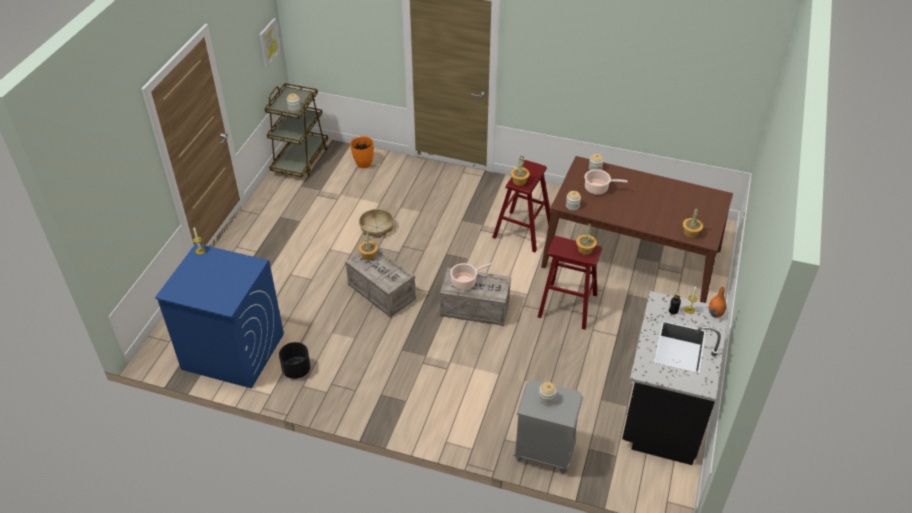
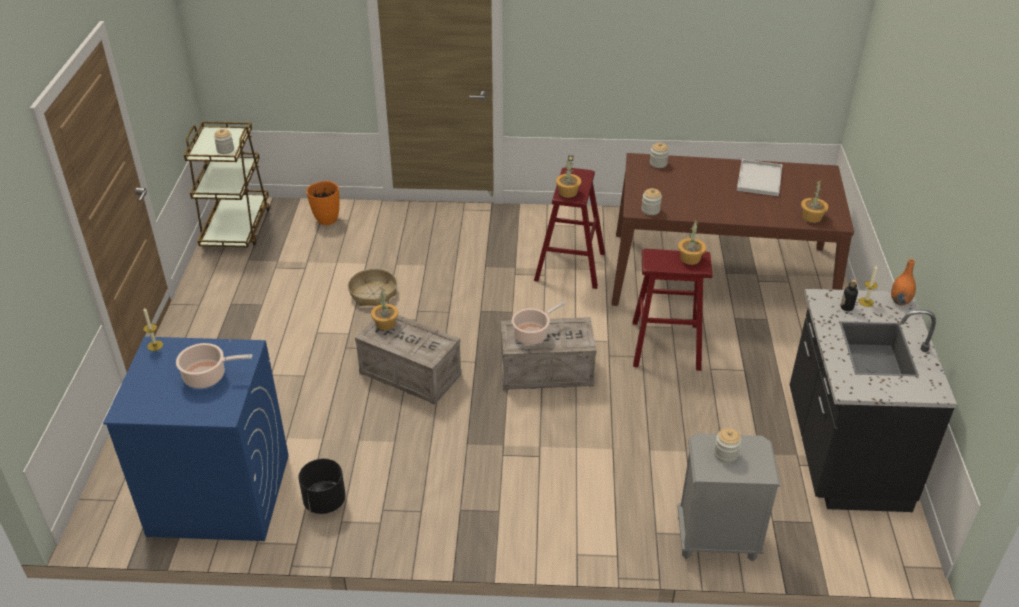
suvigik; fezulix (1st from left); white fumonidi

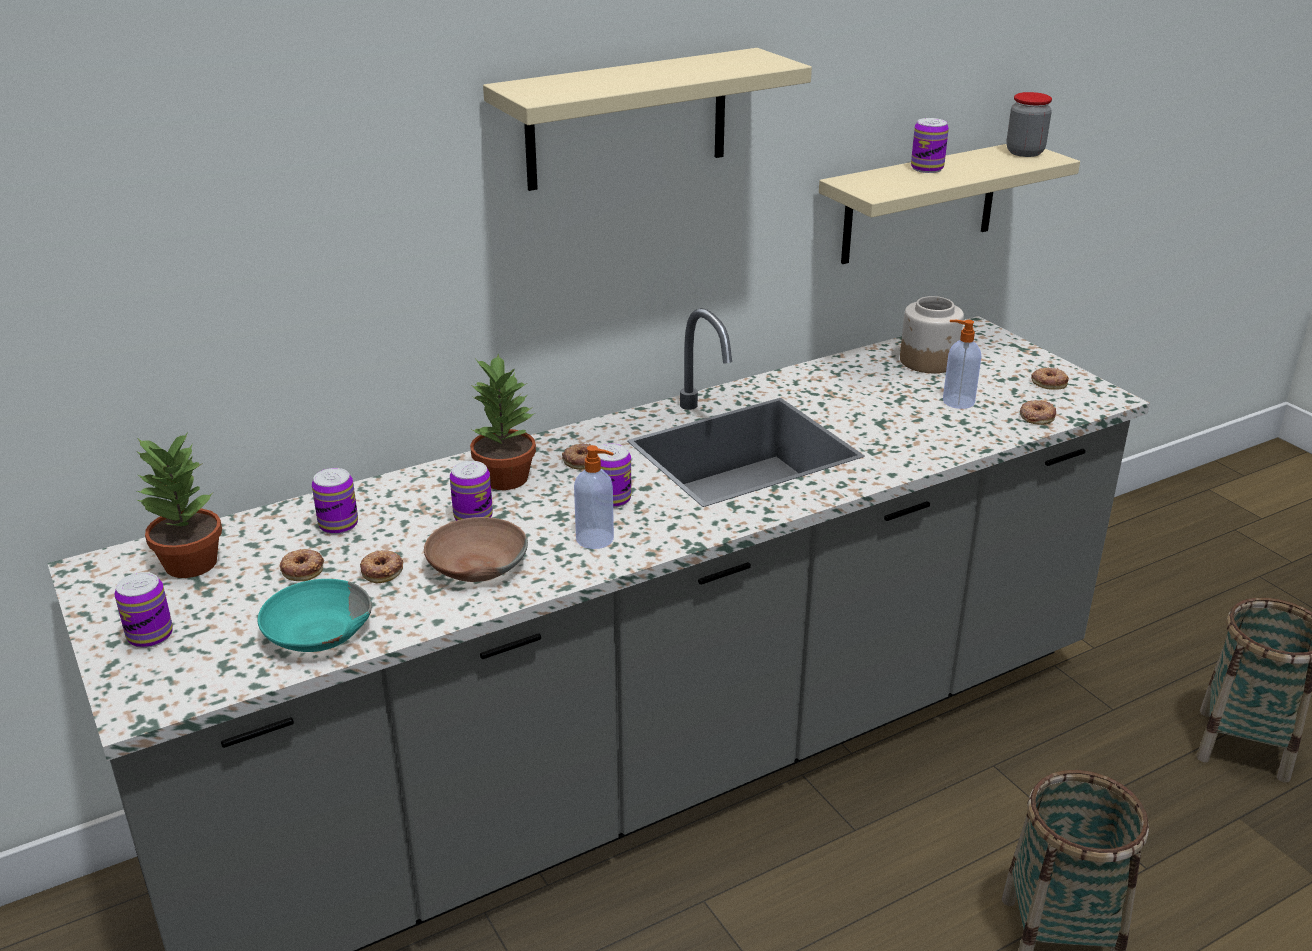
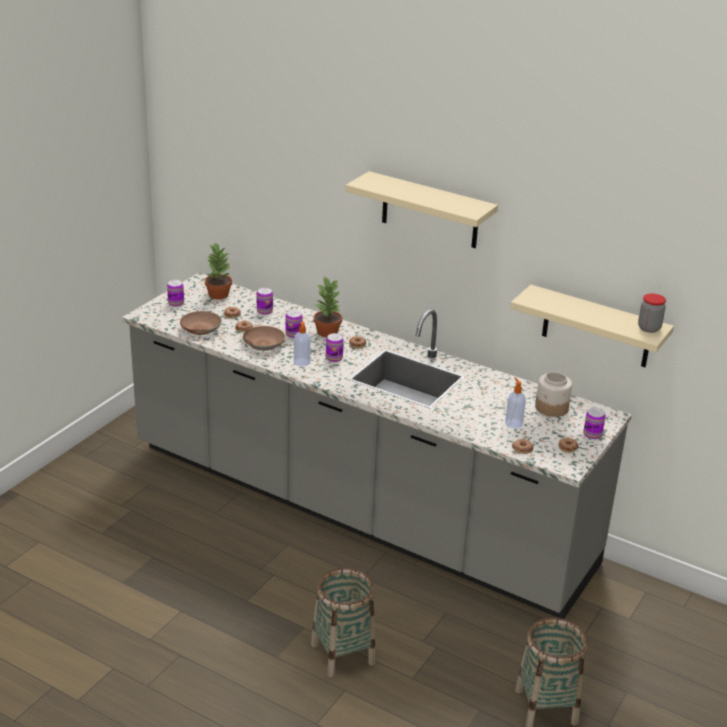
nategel (5th from left); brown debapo (1st from left)

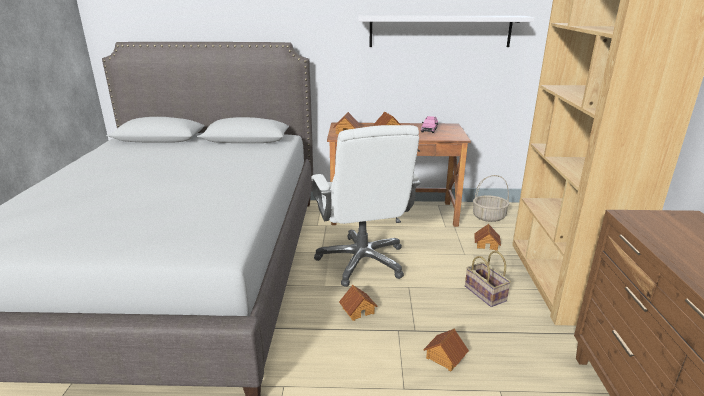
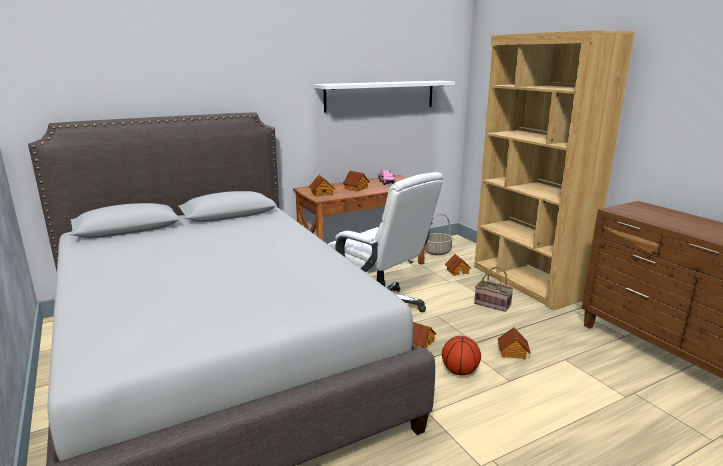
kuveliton

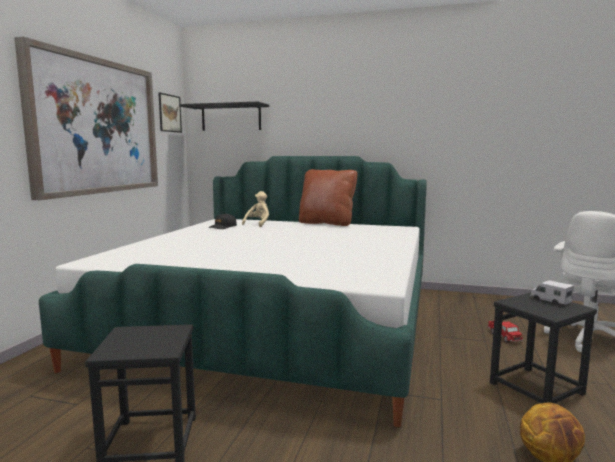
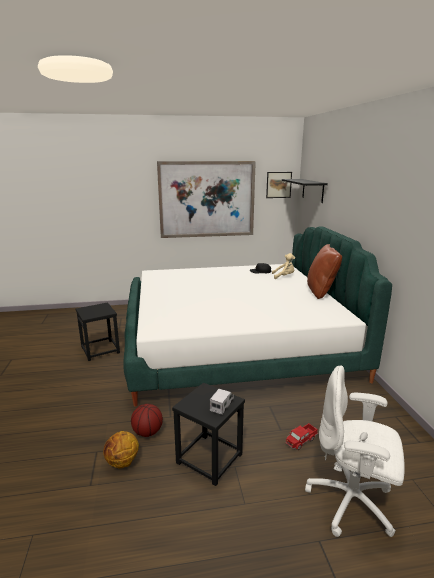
kuveliton (2nd from left)

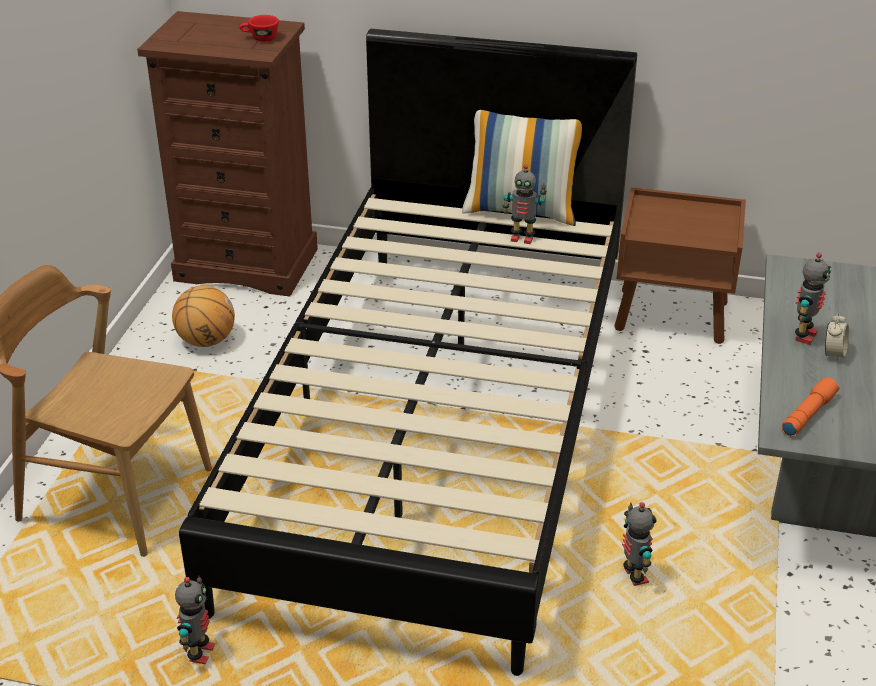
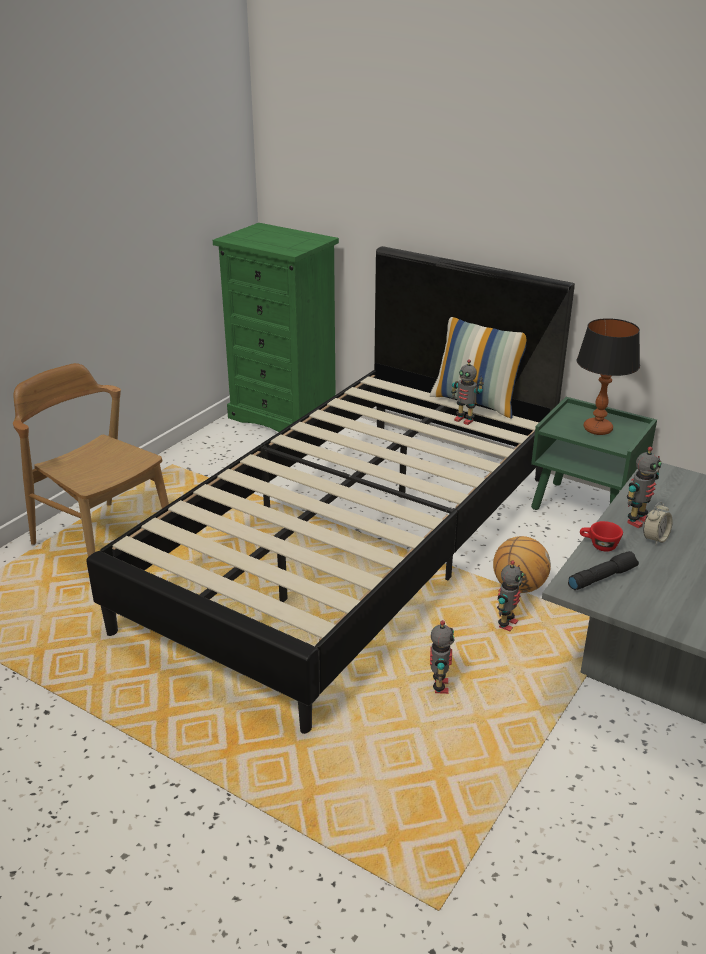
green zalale; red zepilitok; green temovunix; kuveliton; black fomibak; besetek (3rd from left); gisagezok

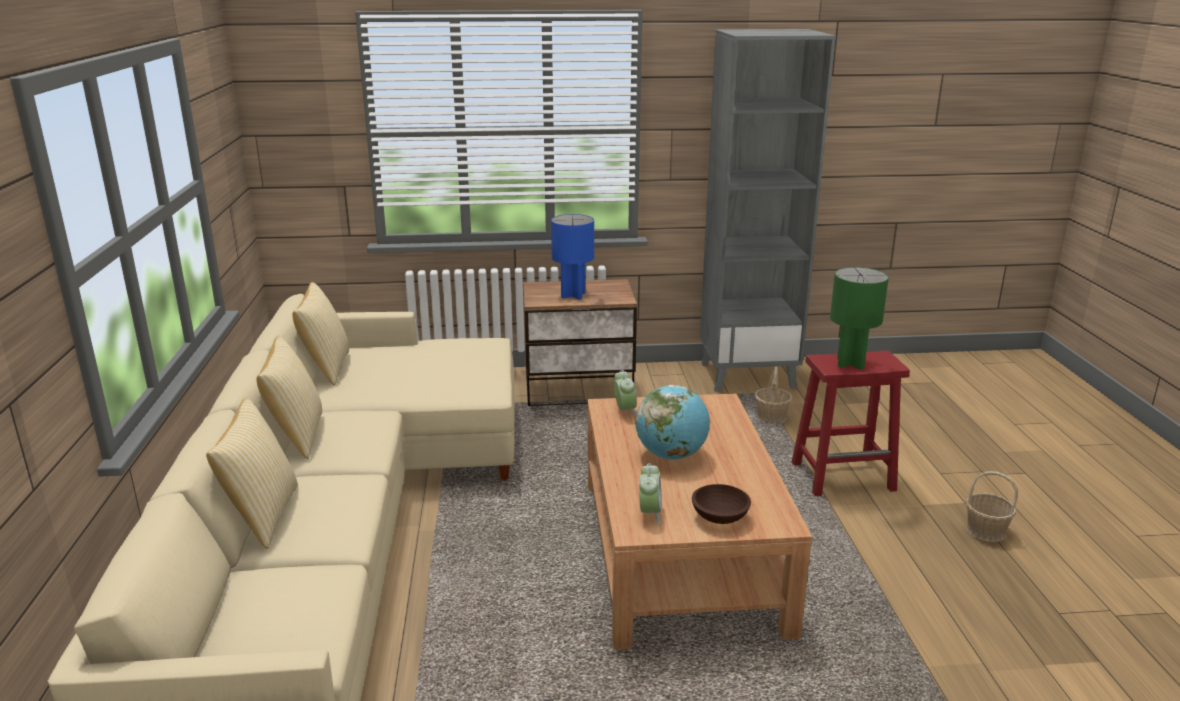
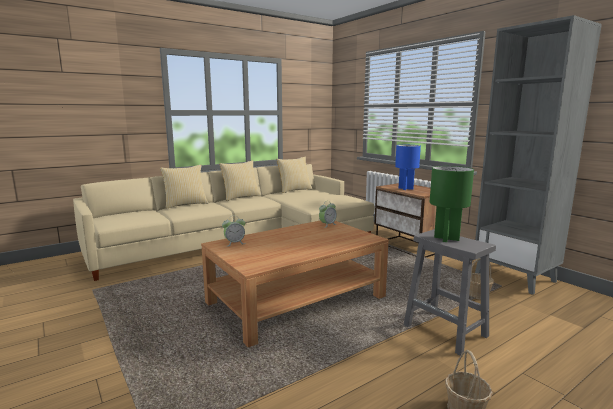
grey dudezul; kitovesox; brown debapo

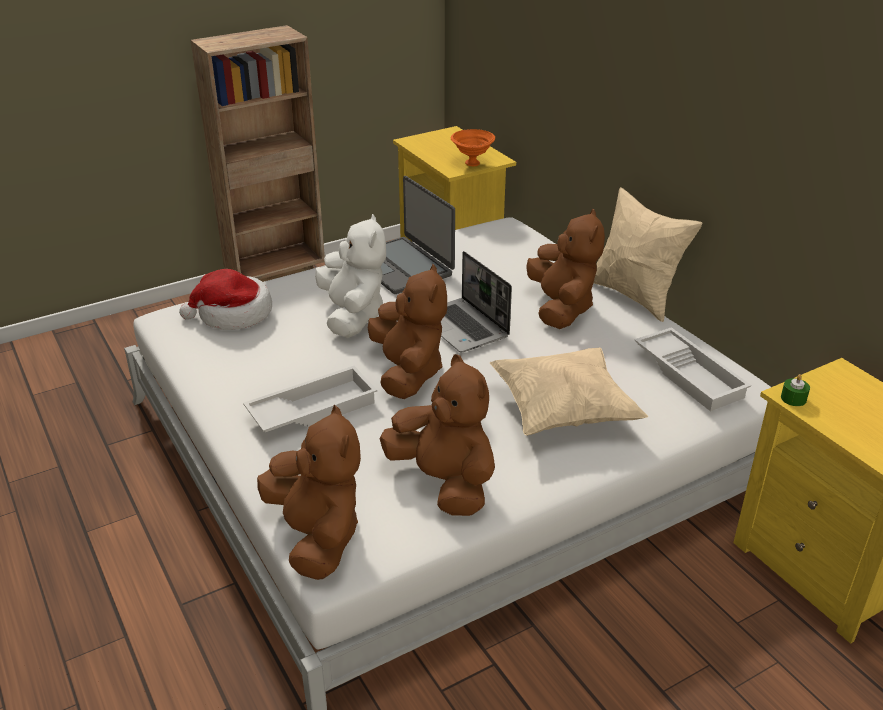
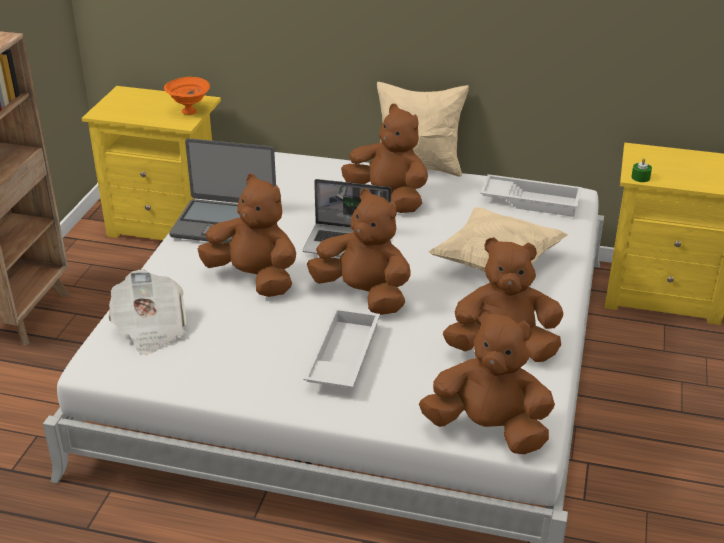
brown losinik (1st from left); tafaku

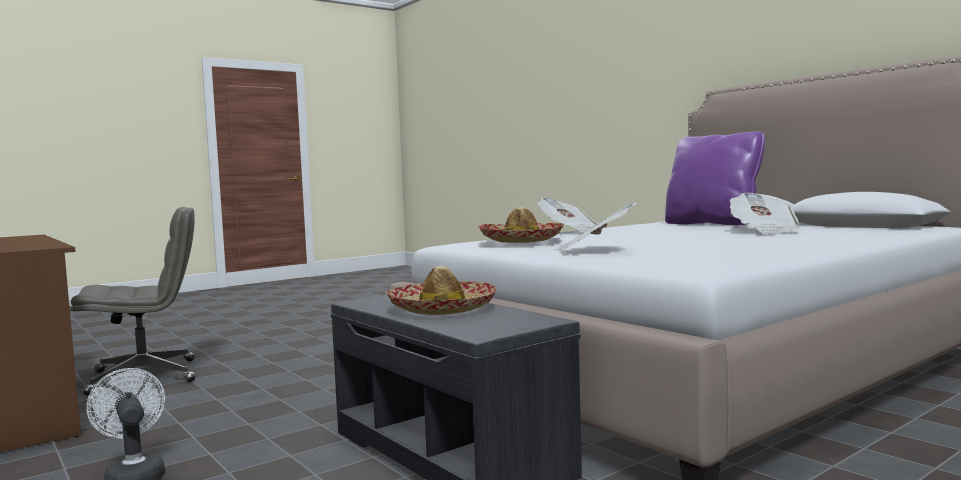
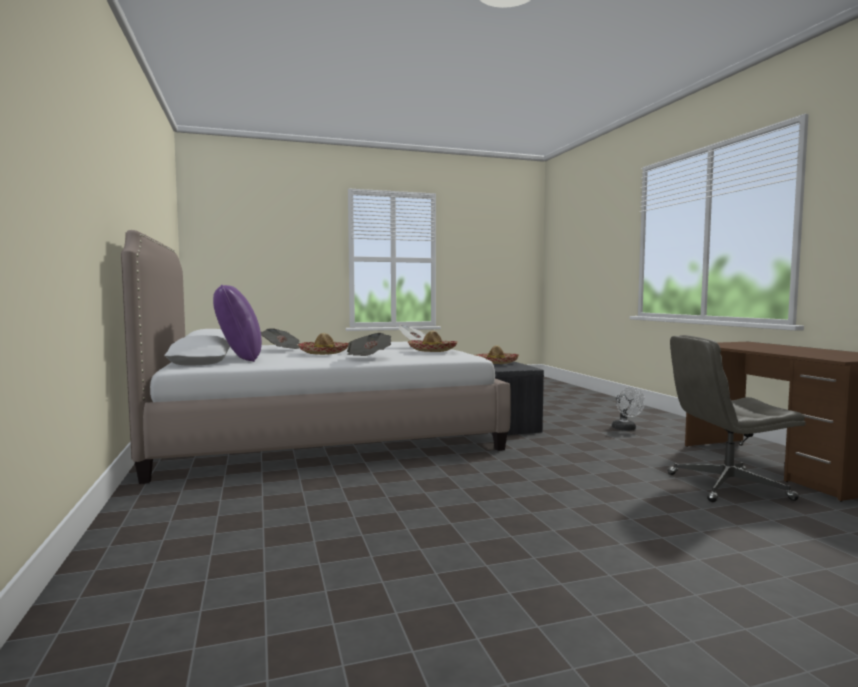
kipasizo (1st from left)

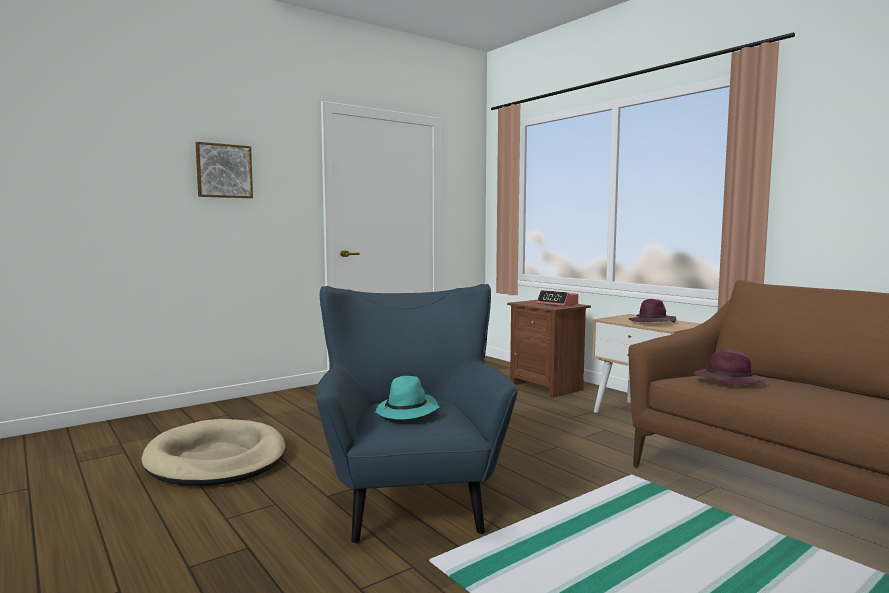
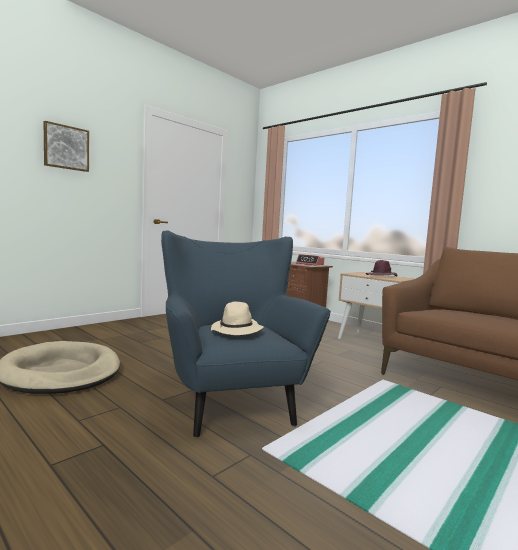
purple kipasizo (2nd from left in the first image); beige kipasizo

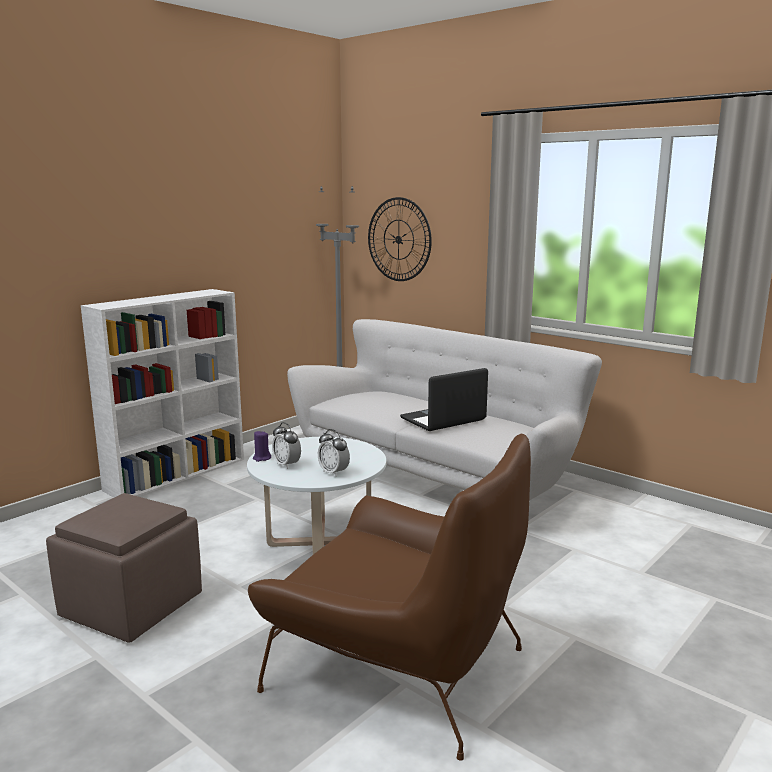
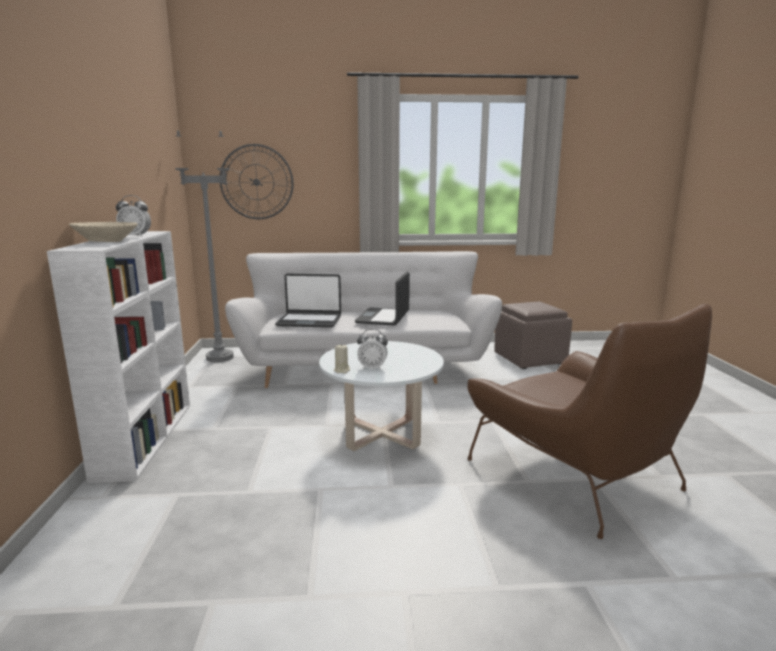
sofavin (1st from left); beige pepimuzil; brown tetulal; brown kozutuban; beige debapo; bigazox (1st from left)

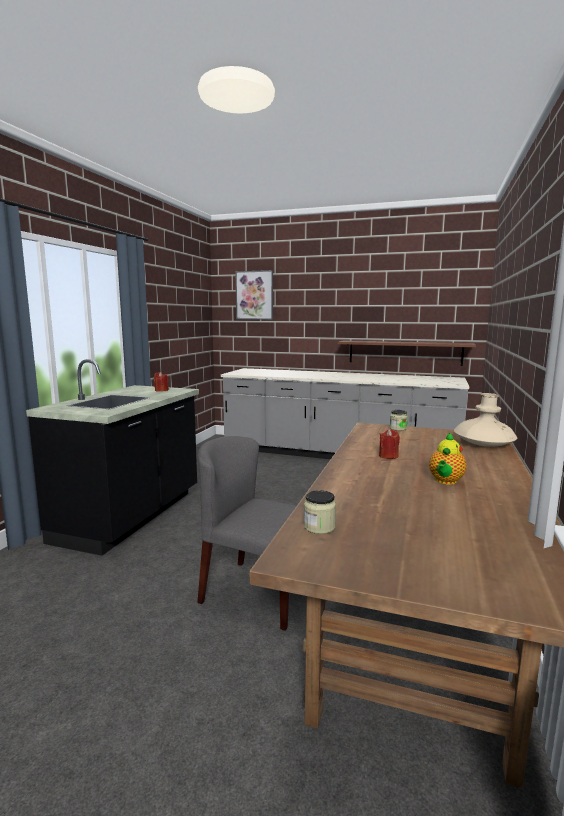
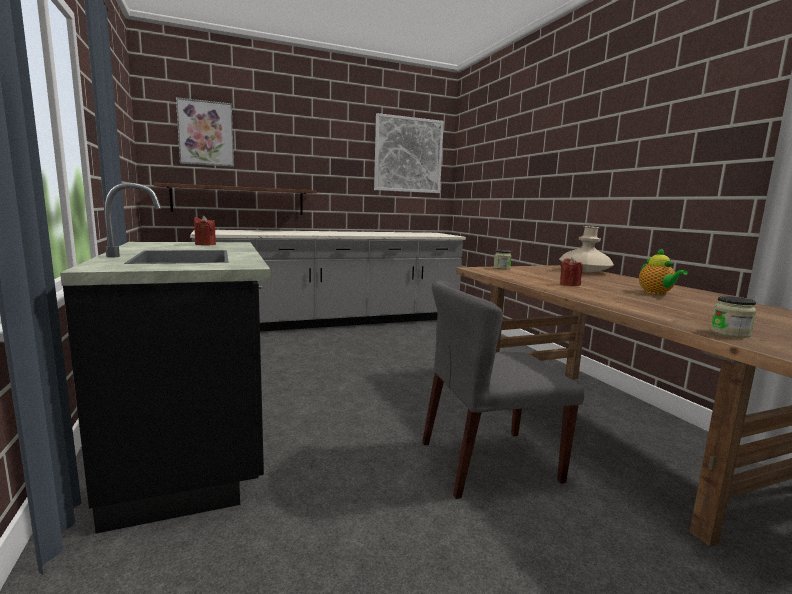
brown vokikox; suvigik (2nd from left)

